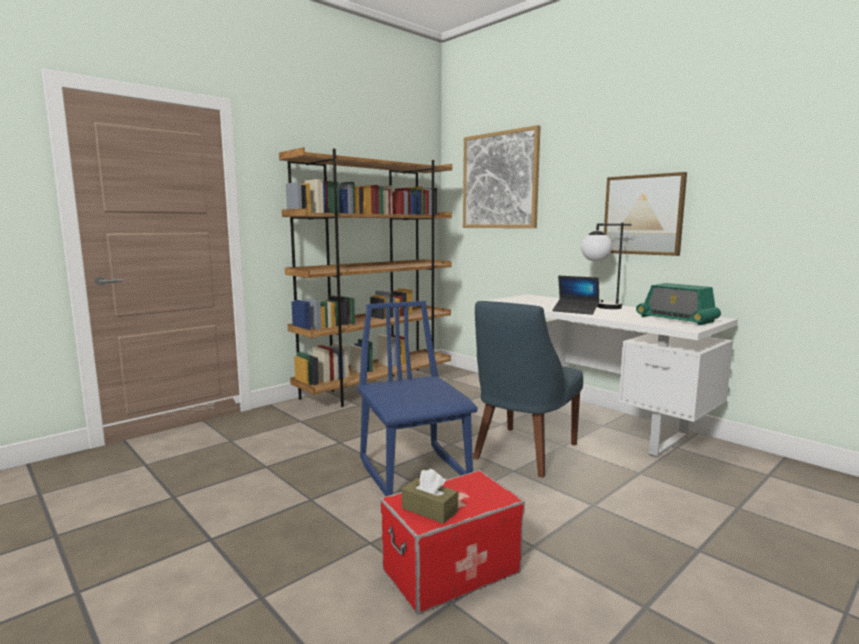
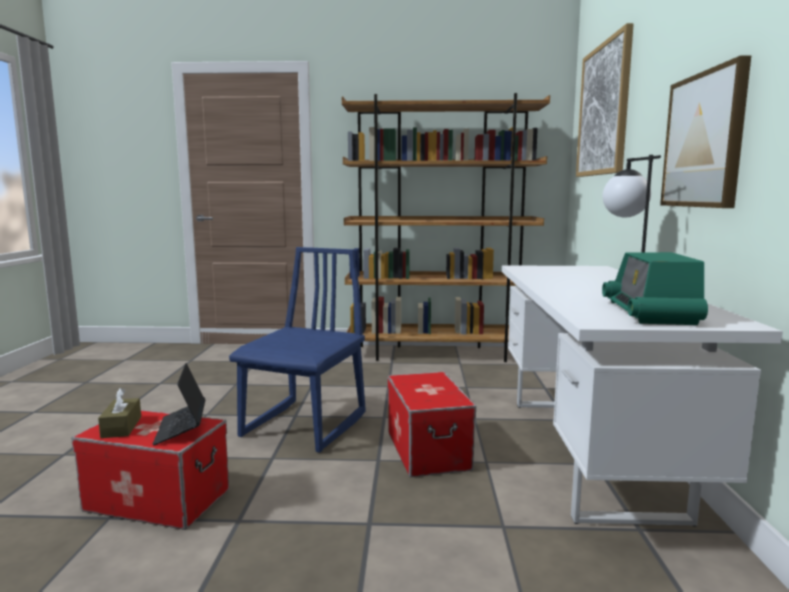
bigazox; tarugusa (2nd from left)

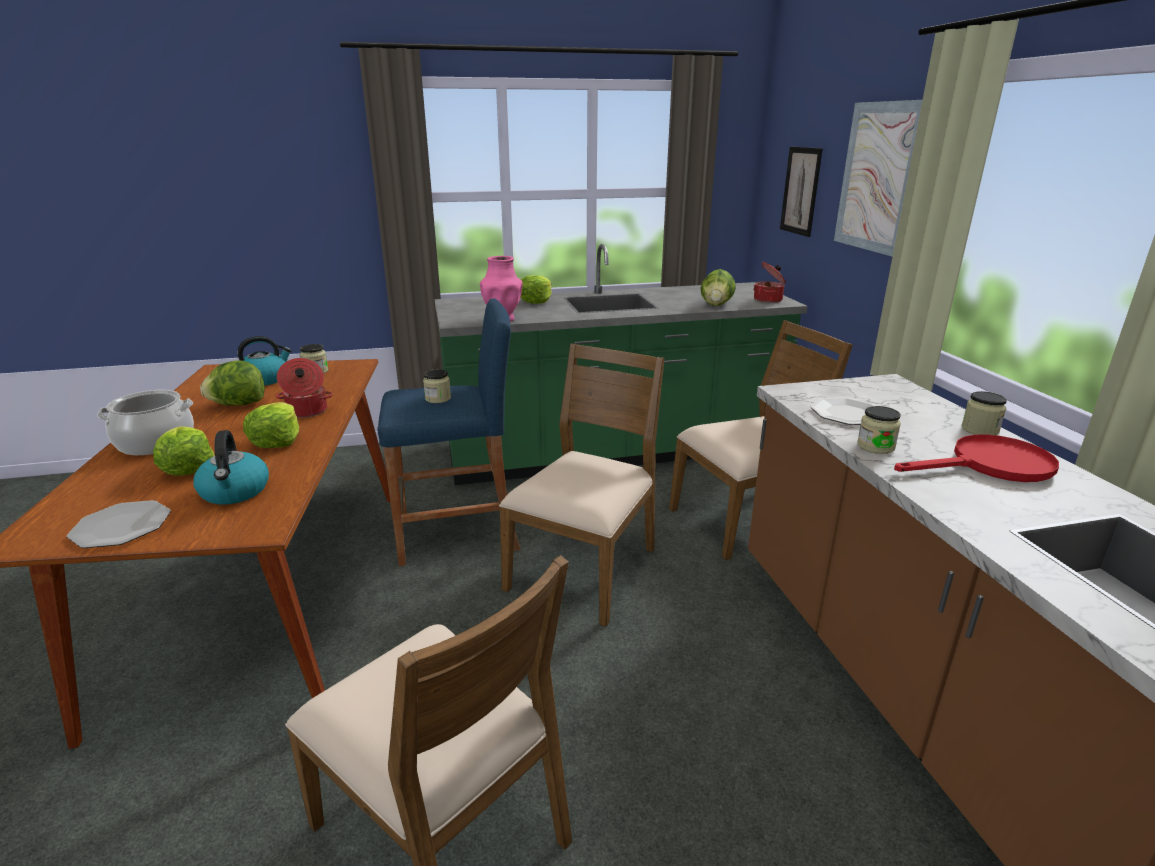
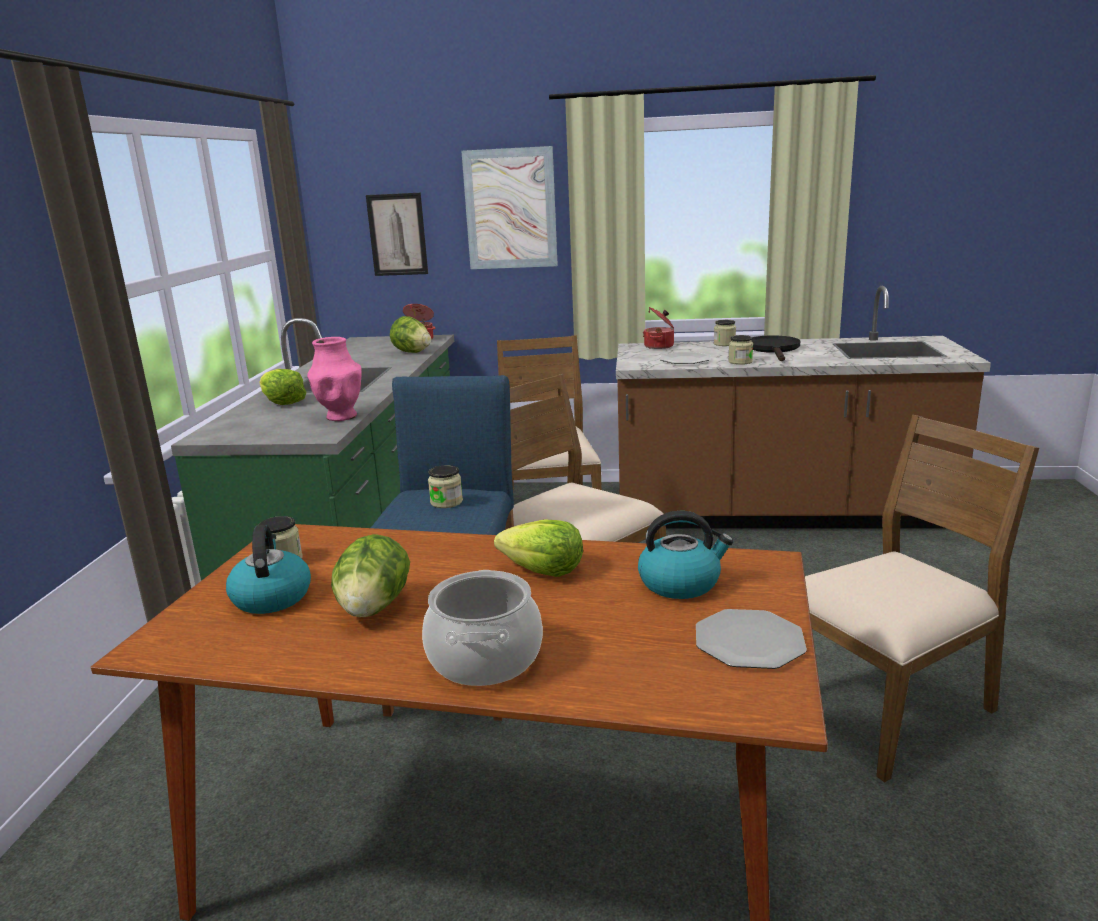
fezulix (3rd from left); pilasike (1st from left in the first image); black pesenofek

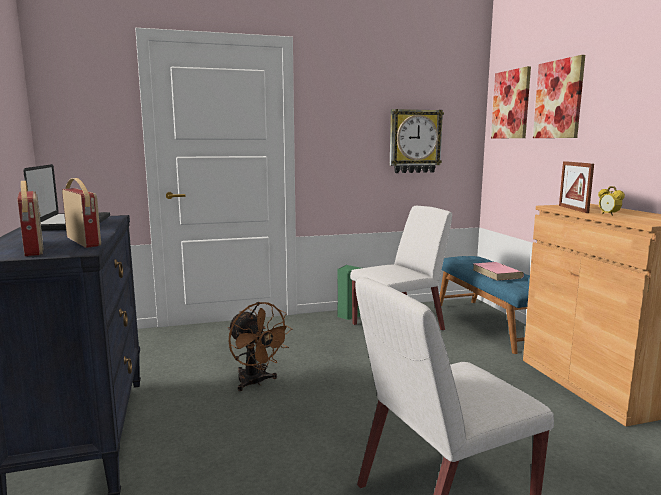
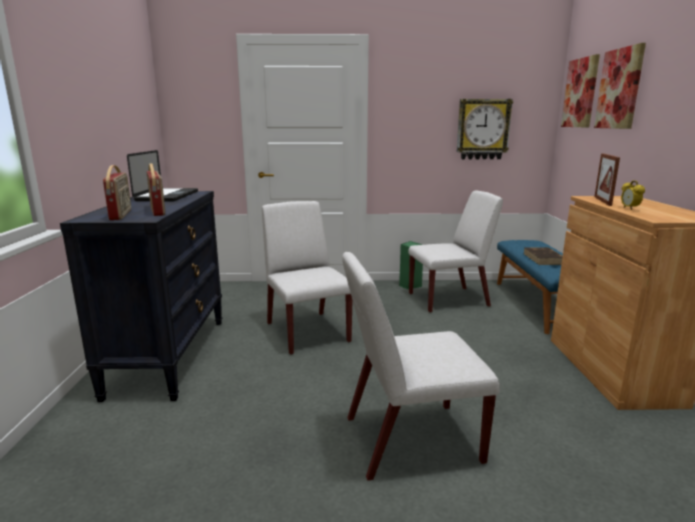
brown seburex; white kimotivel (1st from left)

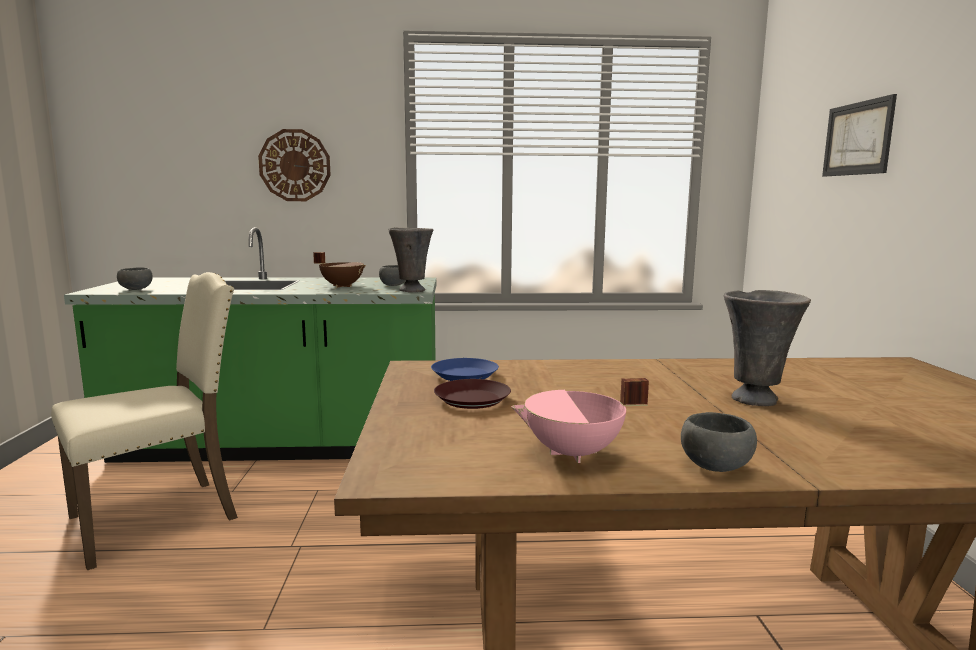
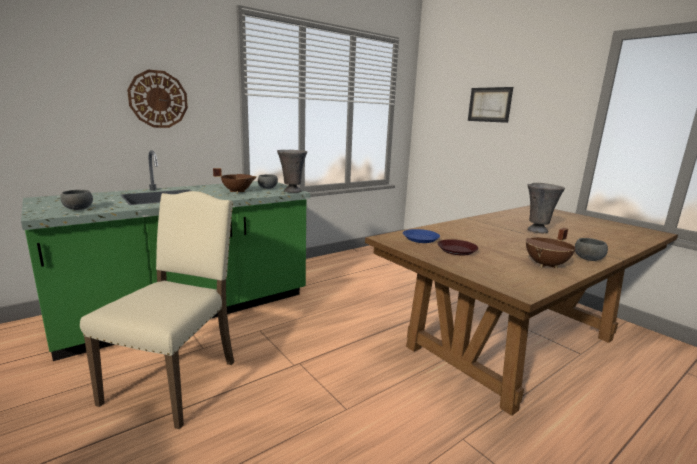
brown fezulix (2nd from left)

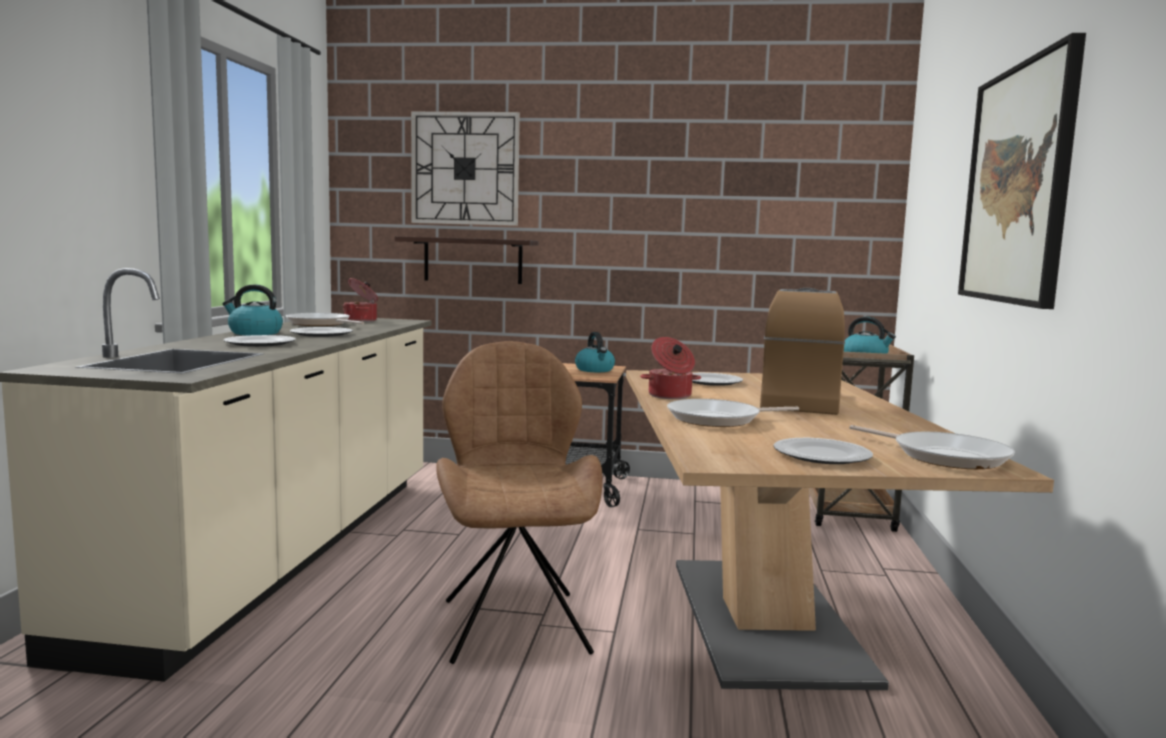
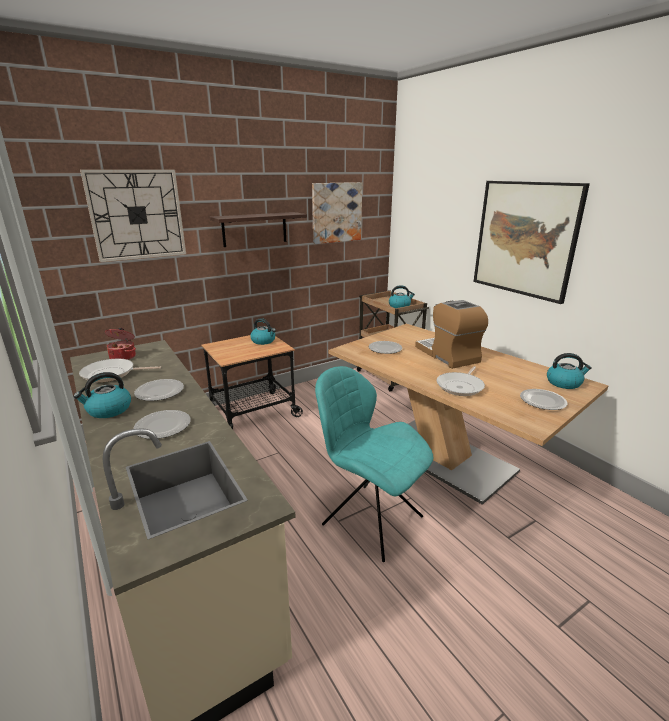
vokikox; fezulix (2nd from left in the first image); turquoise kimotivel; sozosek (4th from left); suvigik (1st from left)

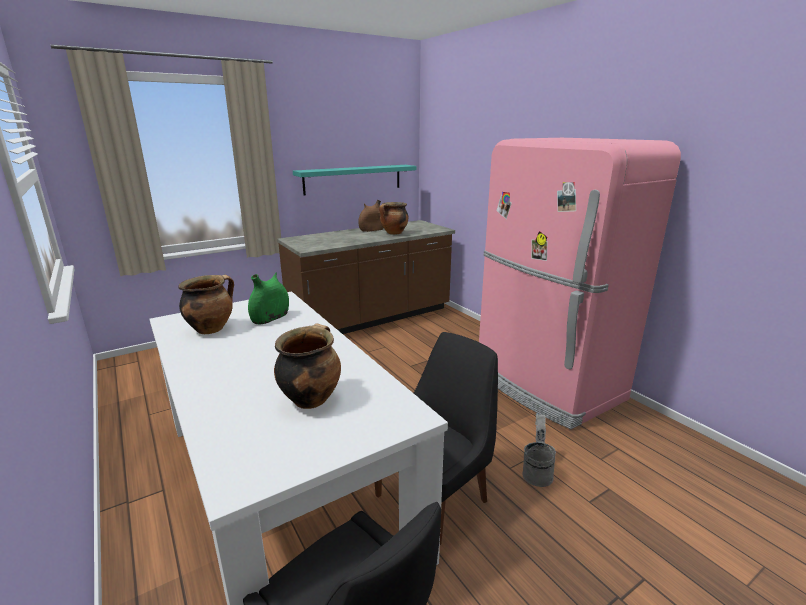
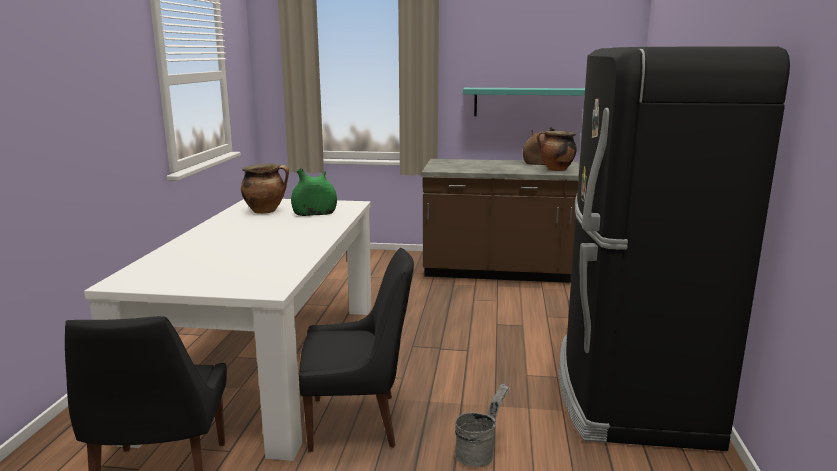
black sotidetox; fezulix (2nd from left in the first image)

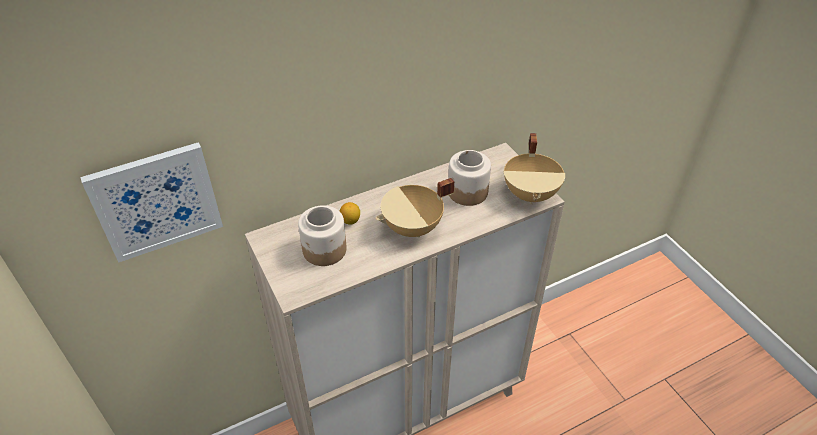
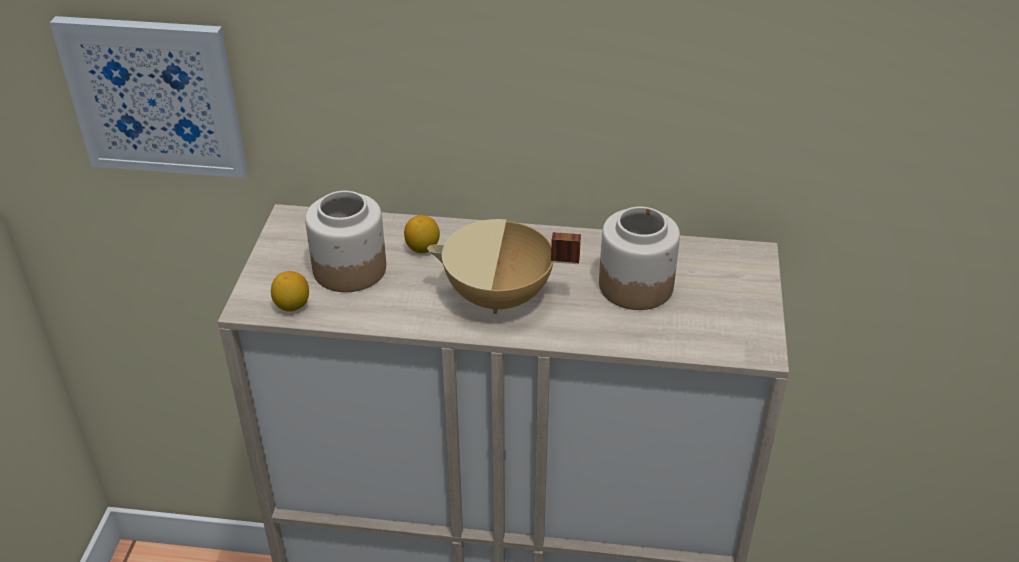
beige fezulix (2nd from left in the first image); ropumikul (1st from left)

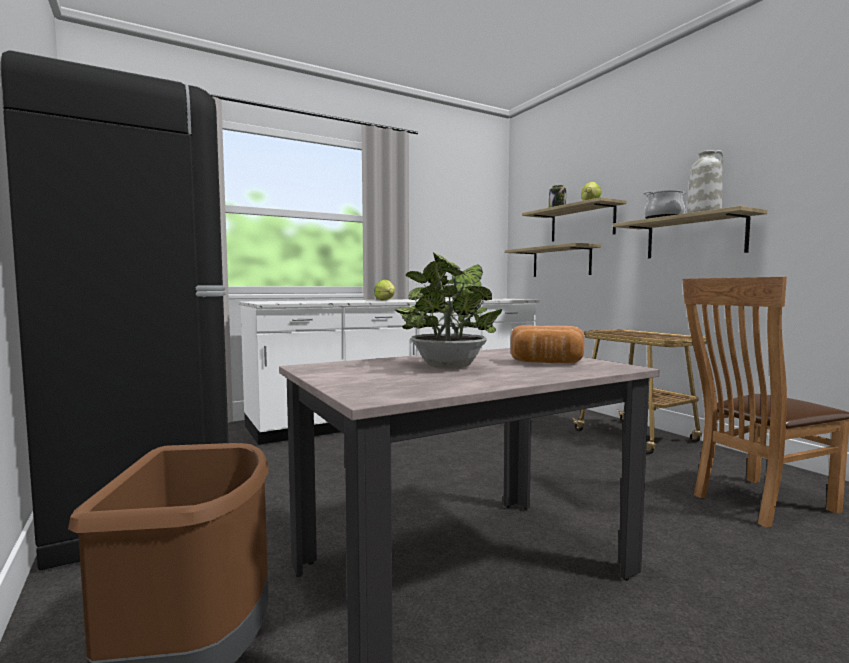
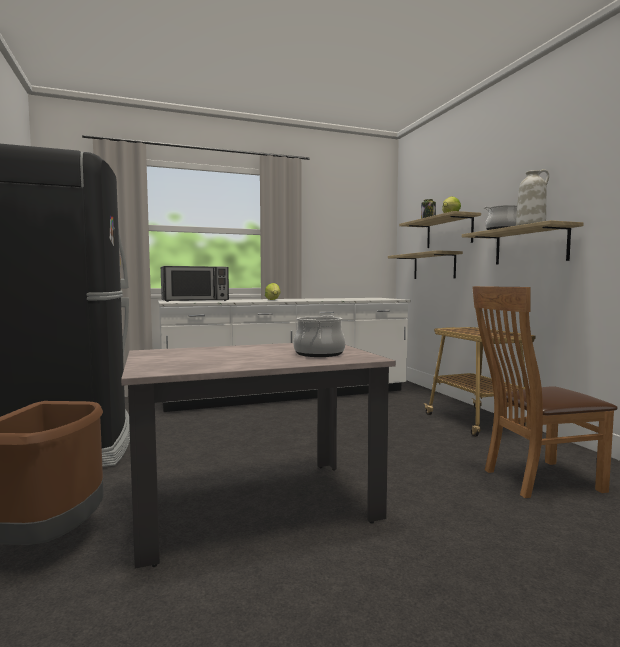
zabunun; fezulix (1st from left); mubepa

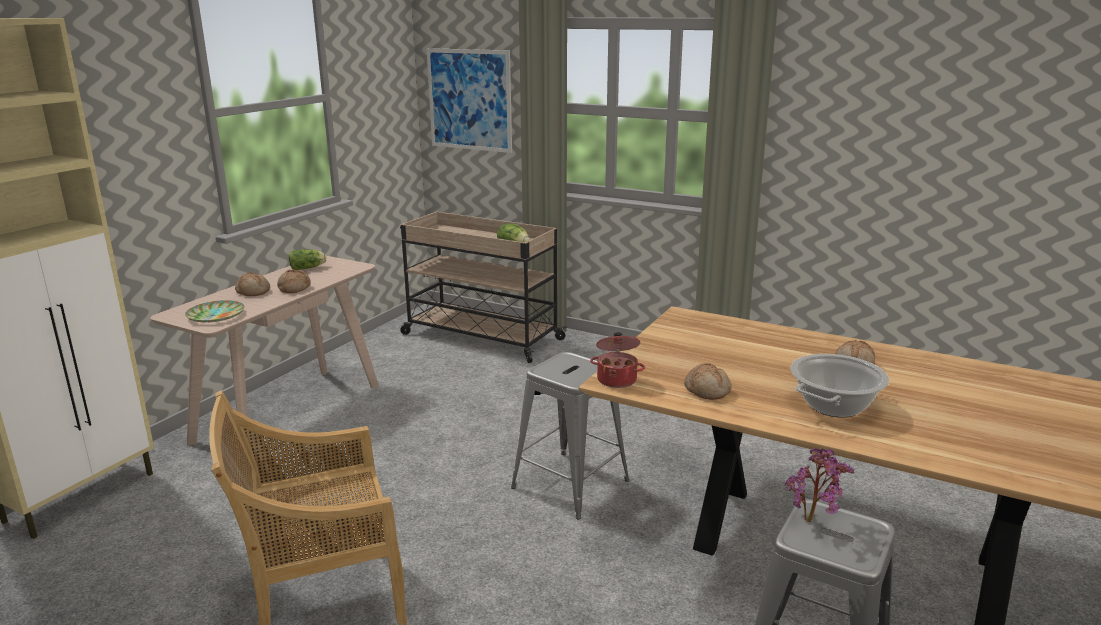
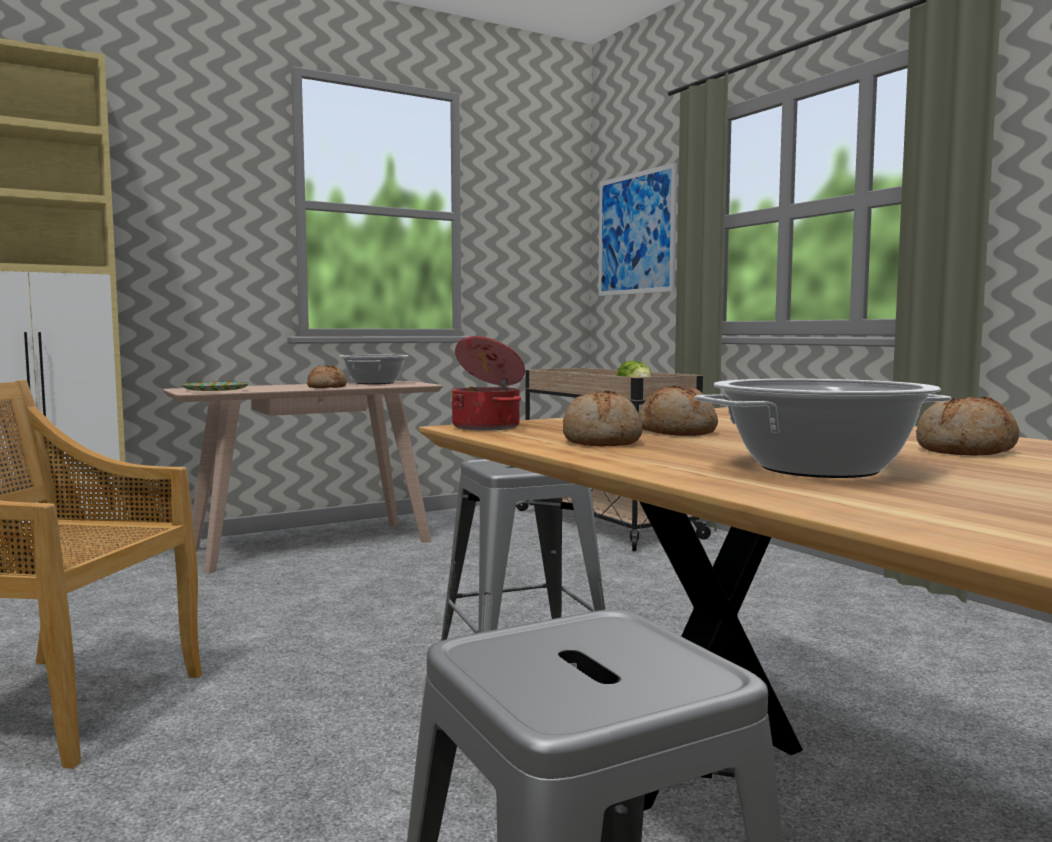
fezulix (1st from left); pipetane (3rd from left); zabunun

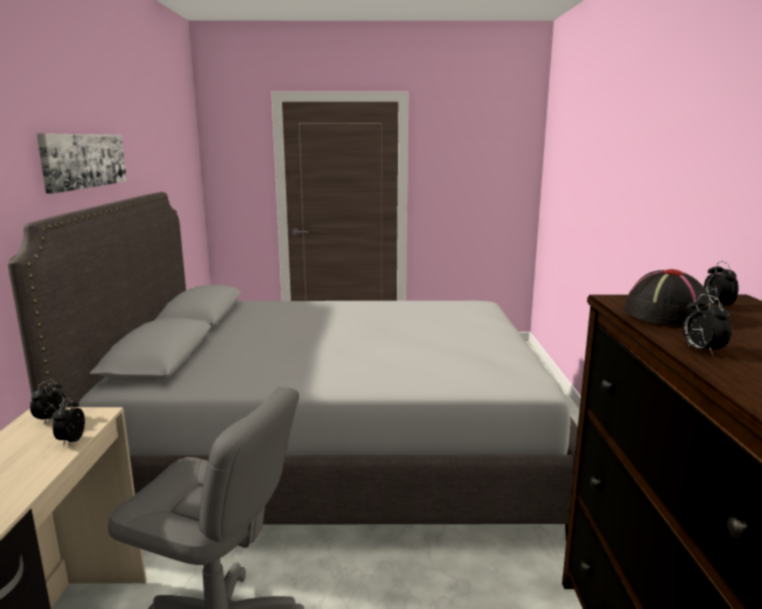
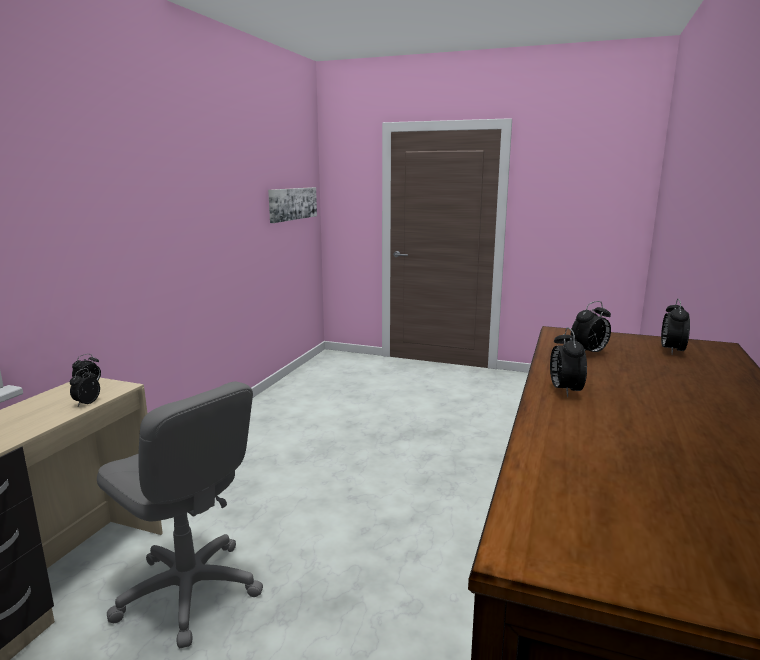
suvigik; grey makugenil; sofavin (4th from left)

